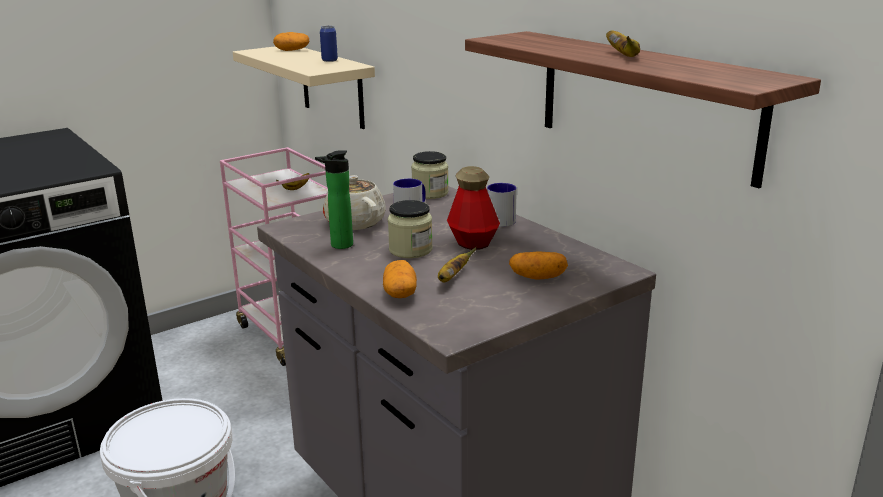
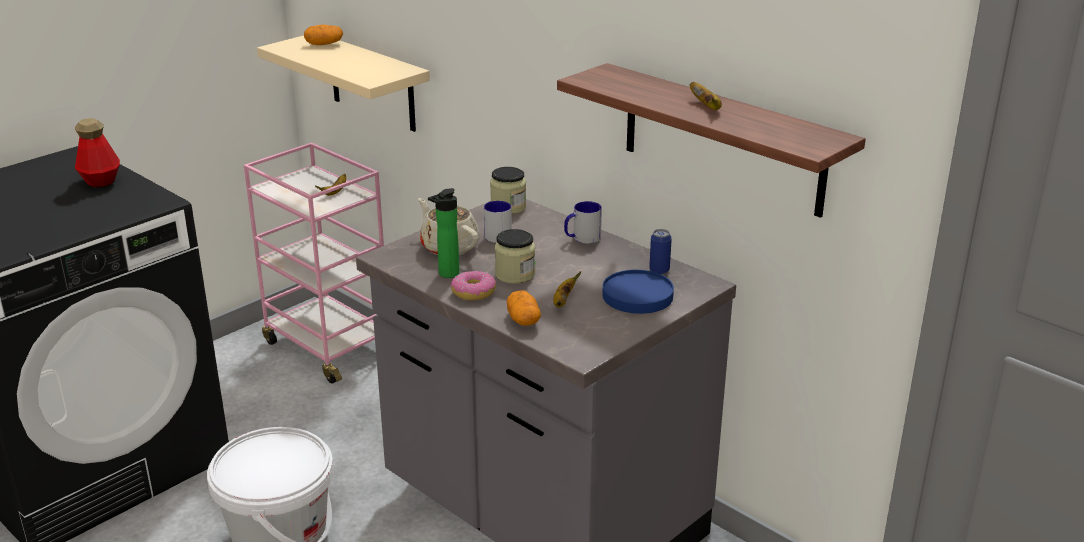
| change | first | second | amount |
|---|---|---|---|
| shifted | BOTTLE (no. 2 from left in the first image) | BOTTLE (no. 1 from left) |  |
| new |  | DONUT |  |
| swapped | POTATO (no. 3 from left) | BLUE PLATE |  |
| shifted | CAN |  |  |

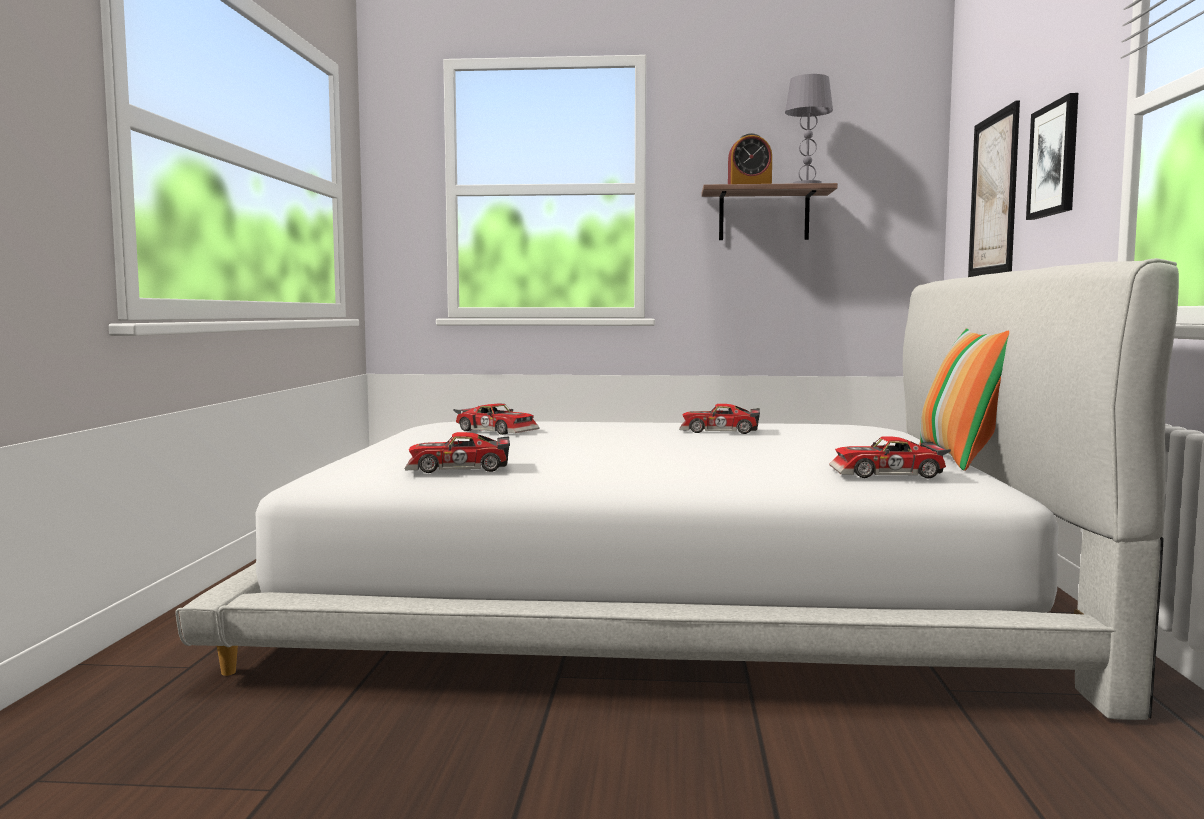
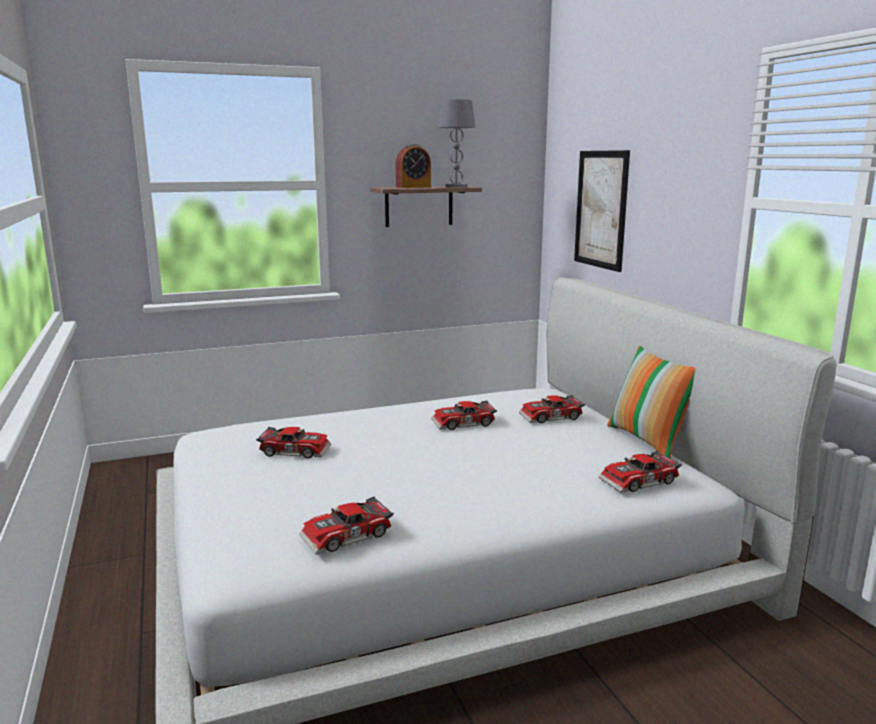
| change | first | second | amount |
|---|---|---|---|
| new |  | TOY CAR (no. 4 from left) |  |
| gone | PICTURE (no. 2 from left) |  |  |

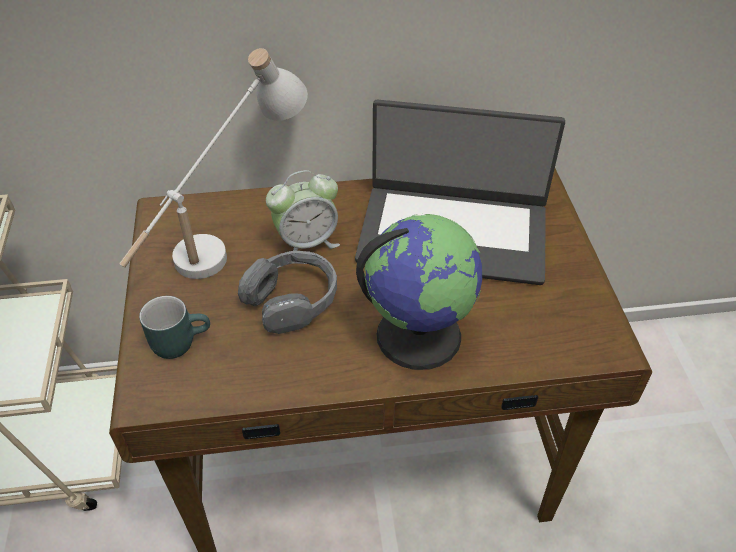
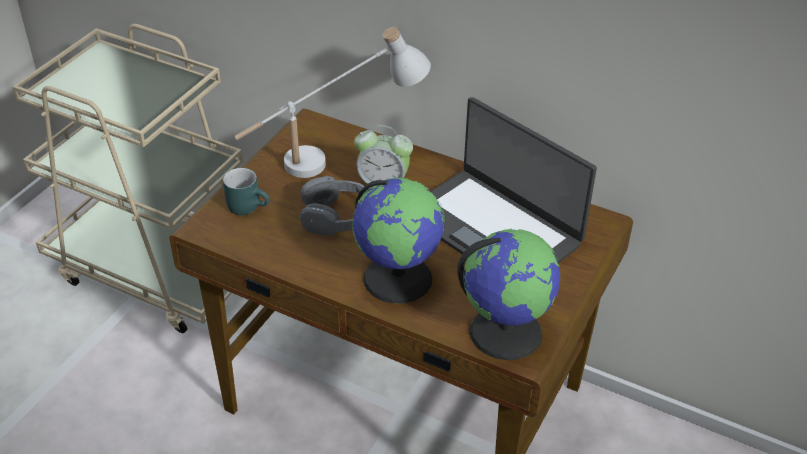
| change | first | second | amount |
|---|---|---|---|
| new |  | GLOBE (no. 2 from left) |  |

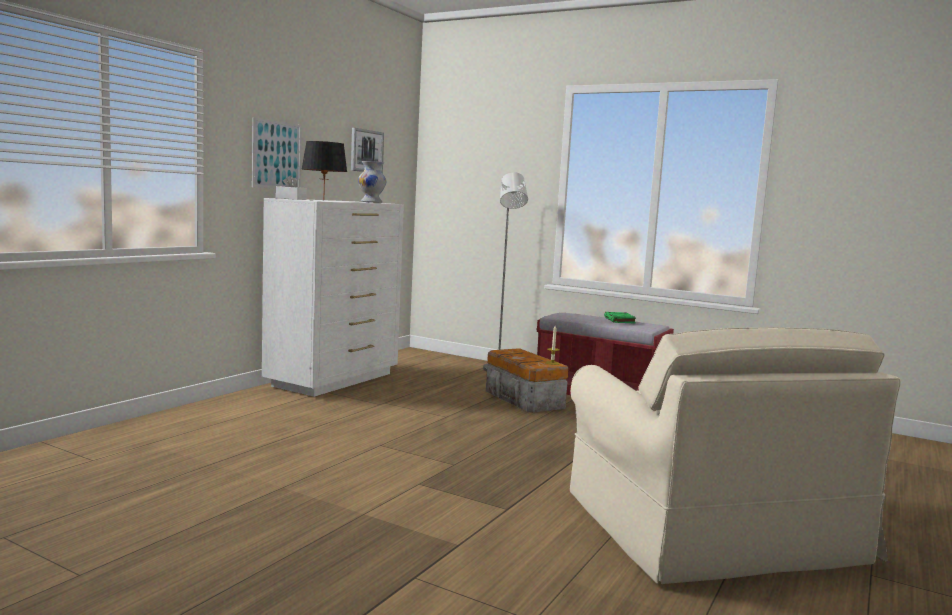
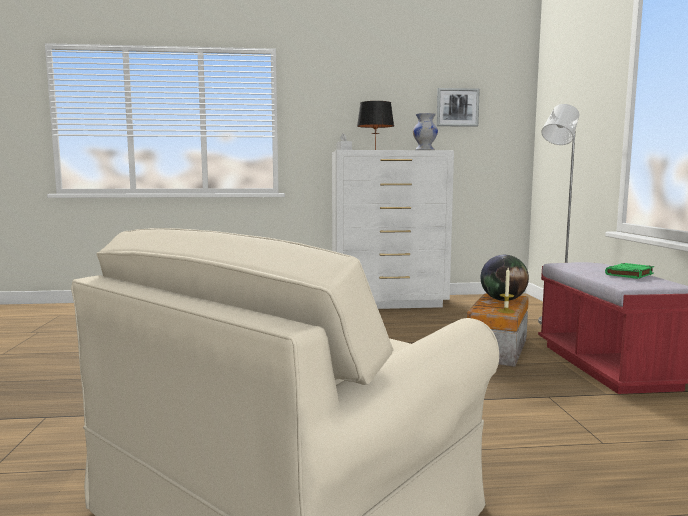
| change | first | second | amount |
|---|---|---|---|
| new |  | GLOBE |  |
| gone | PICTURE (no. 1 from left) |  |  |

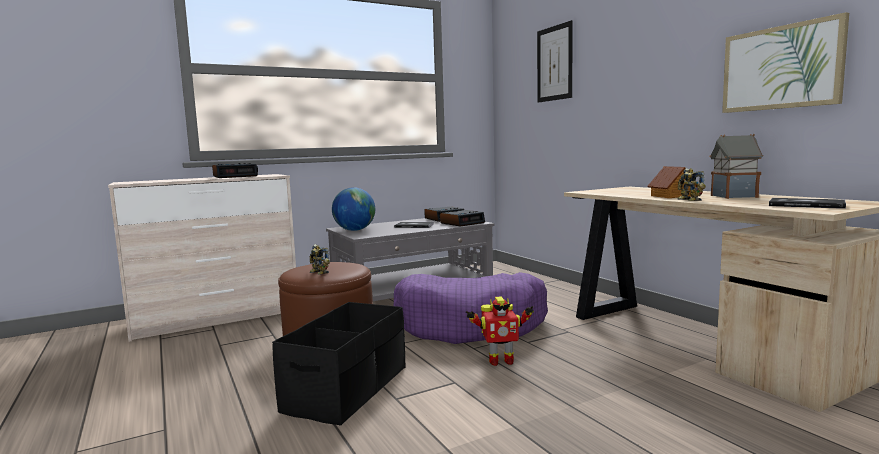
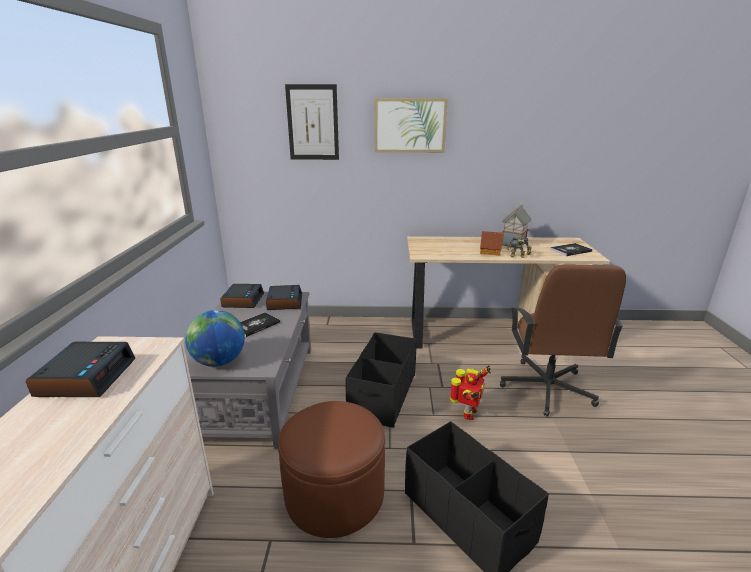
| change | first | second | amount |
|---|---|---|---|
| swapped | PURPLE DOG BED | BLACK STORAGE BOX (no. 1 from left) |  |
| shifted | PICTURE (no. 2 from left) |  |  |
| new |  | BROWN OFFICE CHAIR |  |
| gone | TOY ROBOT (no. 1 from left) |  |  |

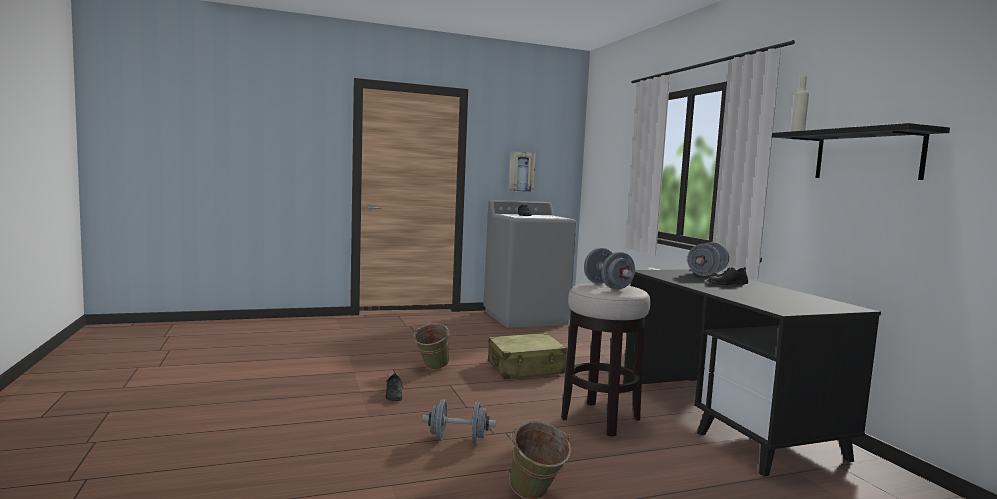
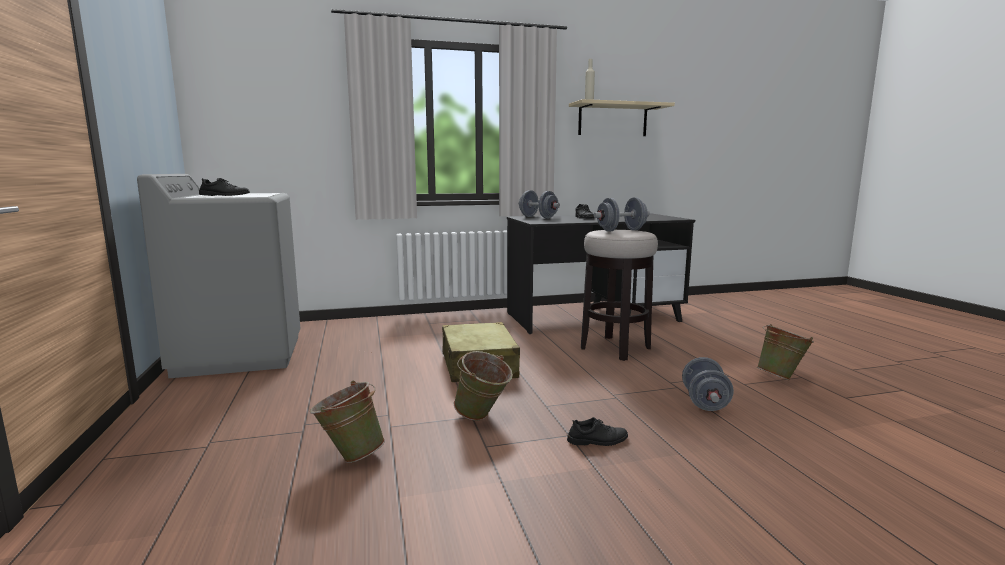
| change | first | second | amount |
|---|---|---|---|
| new |  | GREEN BUCKET (no. 1 from left) |  |
| repainted | BLACK SHELF | BEIGE SHELF |  |
| gone | PICTURE |  |  |

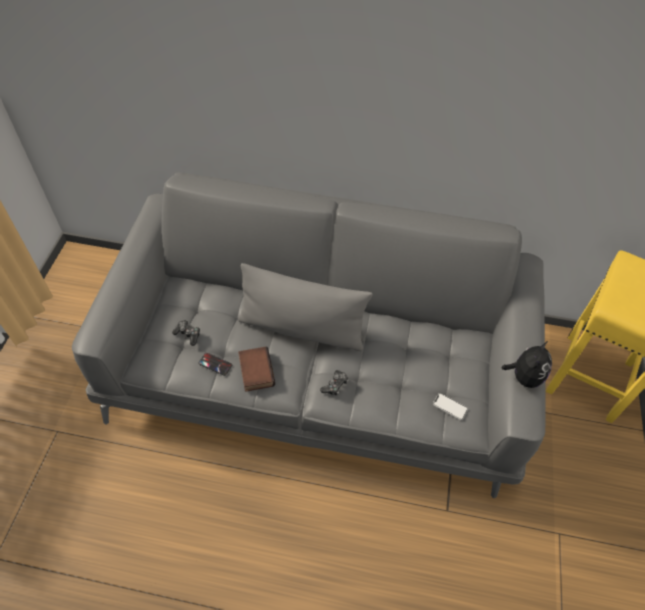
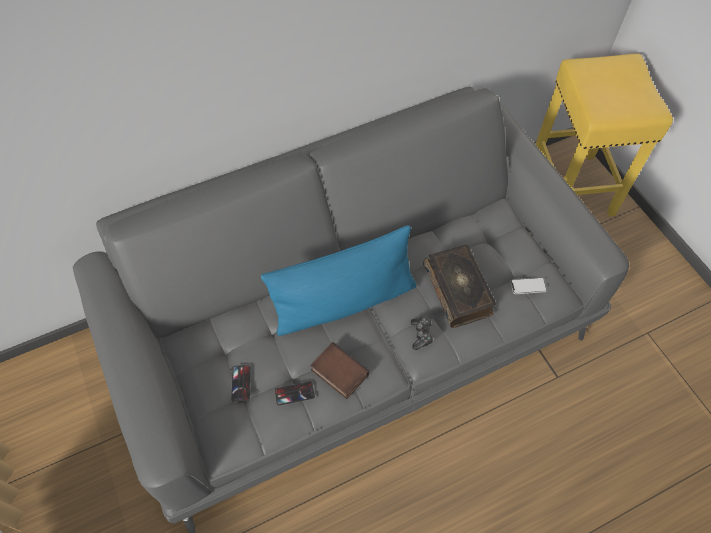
| change | first | second | amount |
|---|---|---|---|
| swapped | GAME CONTROLLER (no. 1 from left) | PHONE (no. 1 from left) |  |
| repainted | GREY PILLOW | BLUE PILLOW |  |
| new |  | BOOK (no. 2 from left) |  |
| gone | PLUSH TOY |  |  |

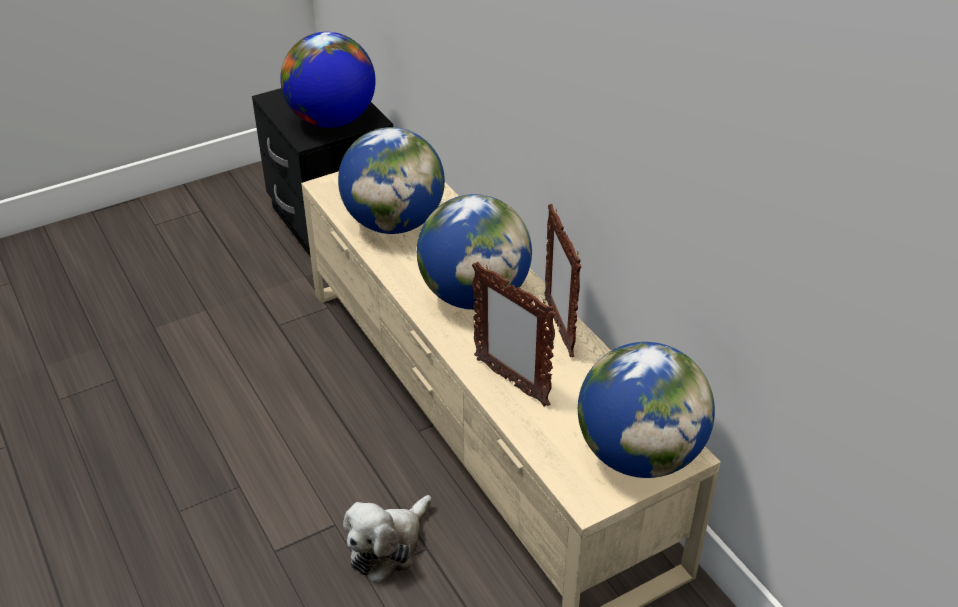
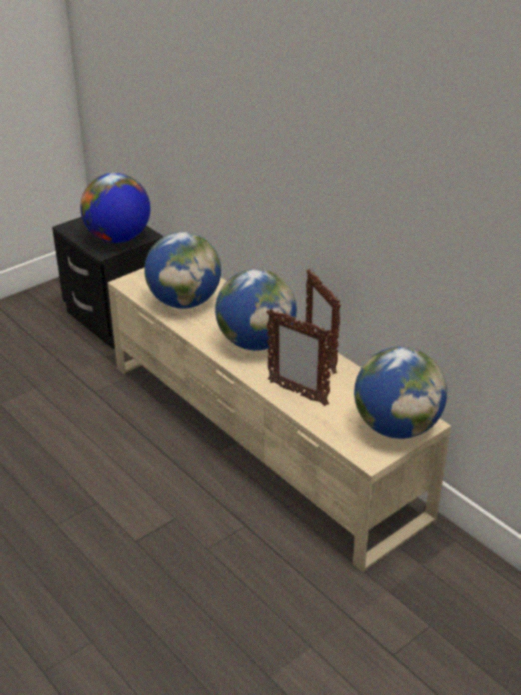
| change | first | second | amount |
|---|---|---|---|
| gone | PLUSH TOY |  |  |

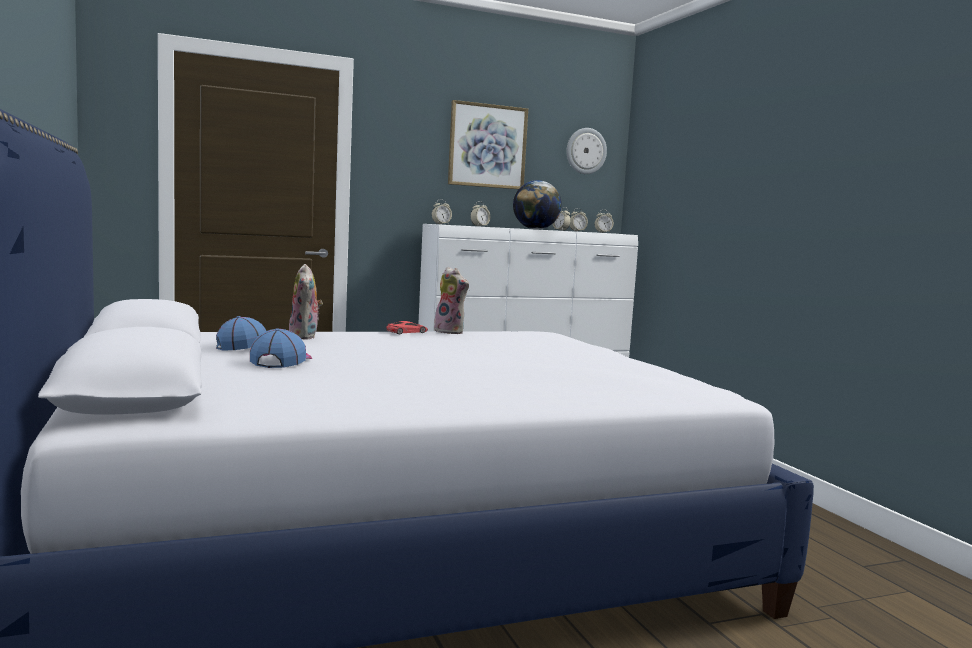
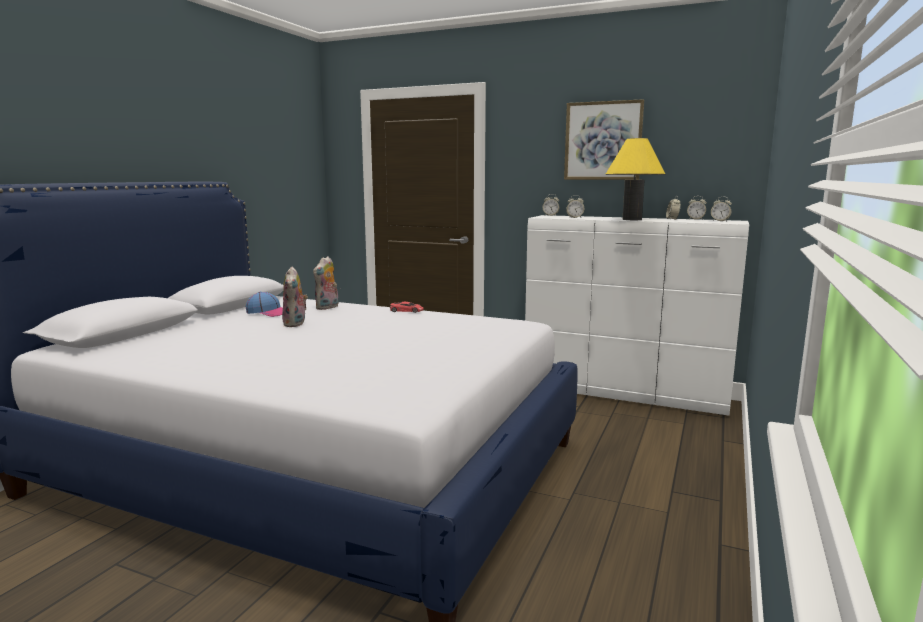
| change | first | second | amount |
|---|---|---|---|
| shifted | PLUSH TOY (no. 2 from left in the first image) | PLUSH TOY (no. 1 from left) |  |
| swapped | GLOBE | YELLOW TABLE LAMP |  |
| gone | CAP (no. 2 from left) |  |  |
| gone | WALL CLOCK |  |  |

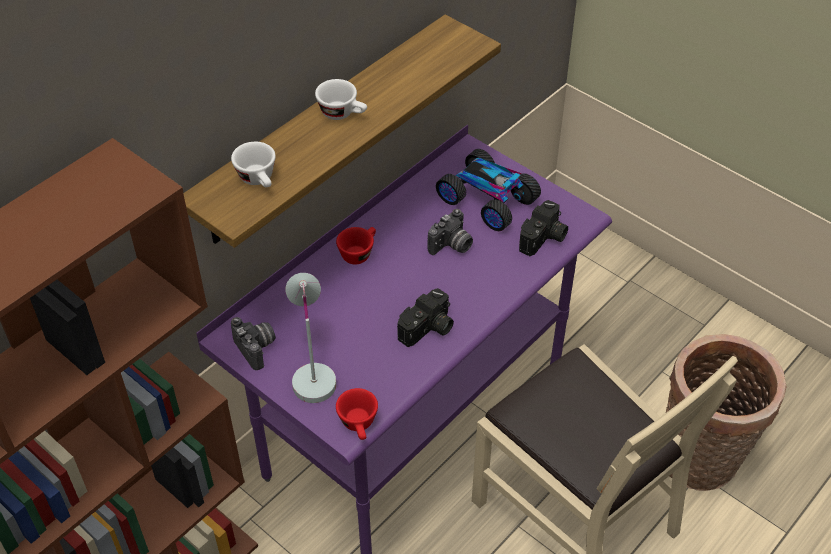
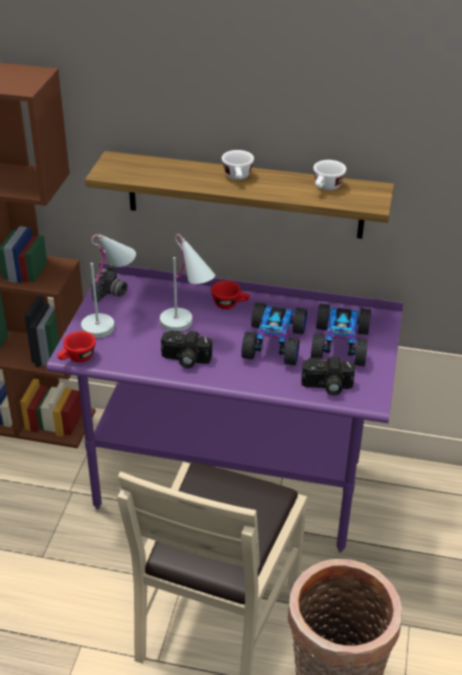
| change | first | second | amount |
|---|---|---|---|
| new |  | WHITE TABLE LAMP (no. 2 from left) |  |
| swapped | PHOTO CAMERA (no. 3 from left) | TOY CAR (no. 1 from left) |  |
| shifted | WHITE CUP (no. 1 from left in the first image) | WHITE CUP (no. 2 from left) |  |

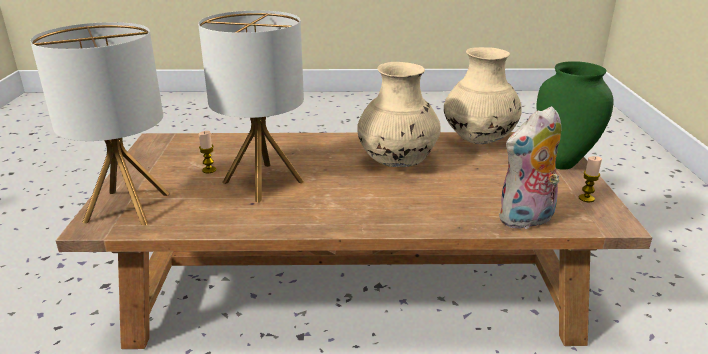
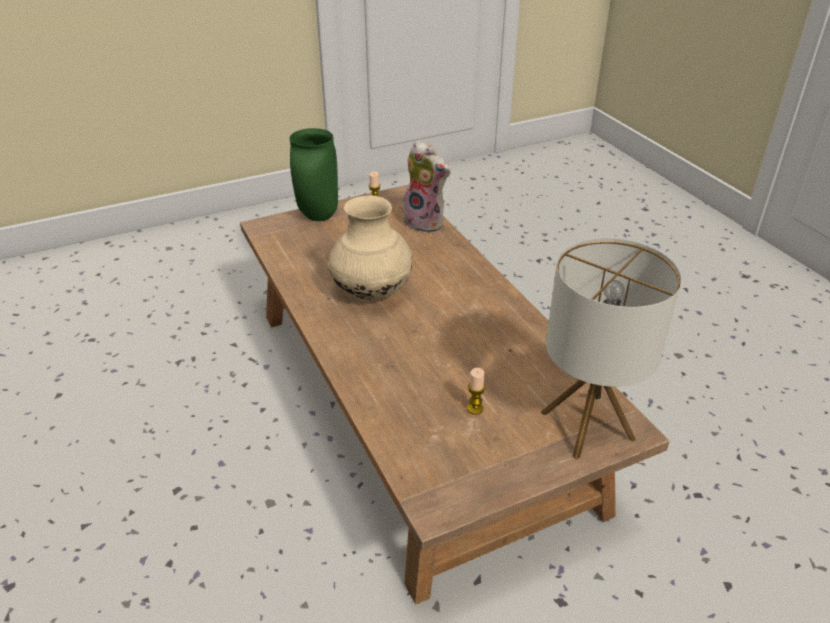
| change | first | second | amount |
|---|---|---|---|
| gone | TABLE LAMP (no. 2 from left) |  |  |
| gone | BEIGE VASE (no. 2 from left) |  |  |

